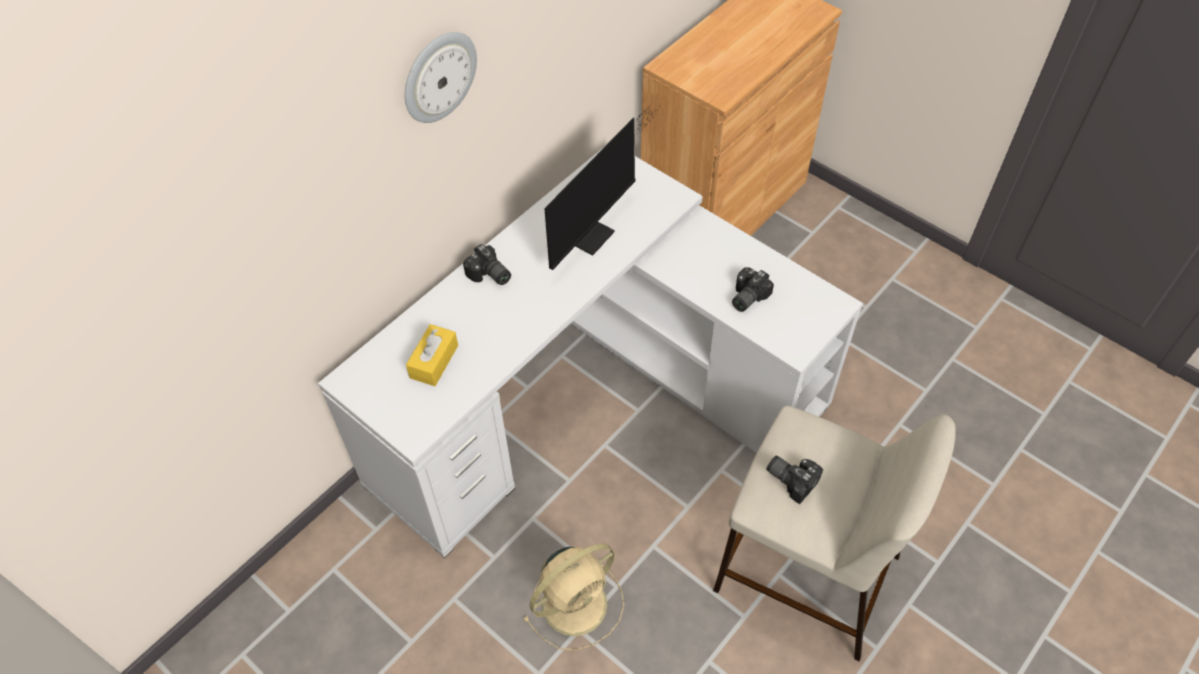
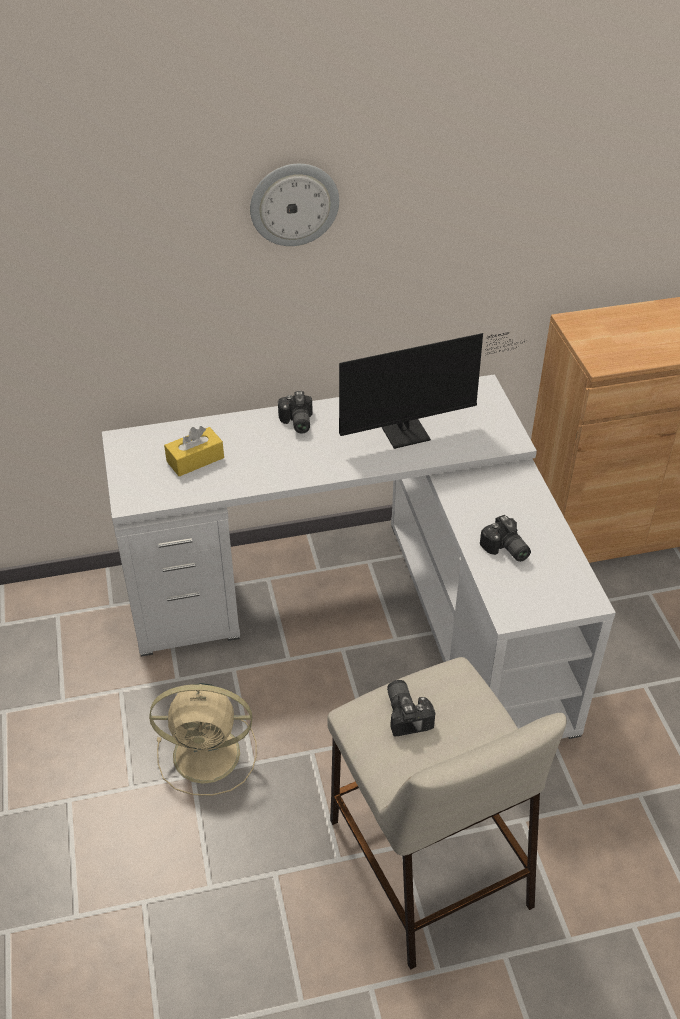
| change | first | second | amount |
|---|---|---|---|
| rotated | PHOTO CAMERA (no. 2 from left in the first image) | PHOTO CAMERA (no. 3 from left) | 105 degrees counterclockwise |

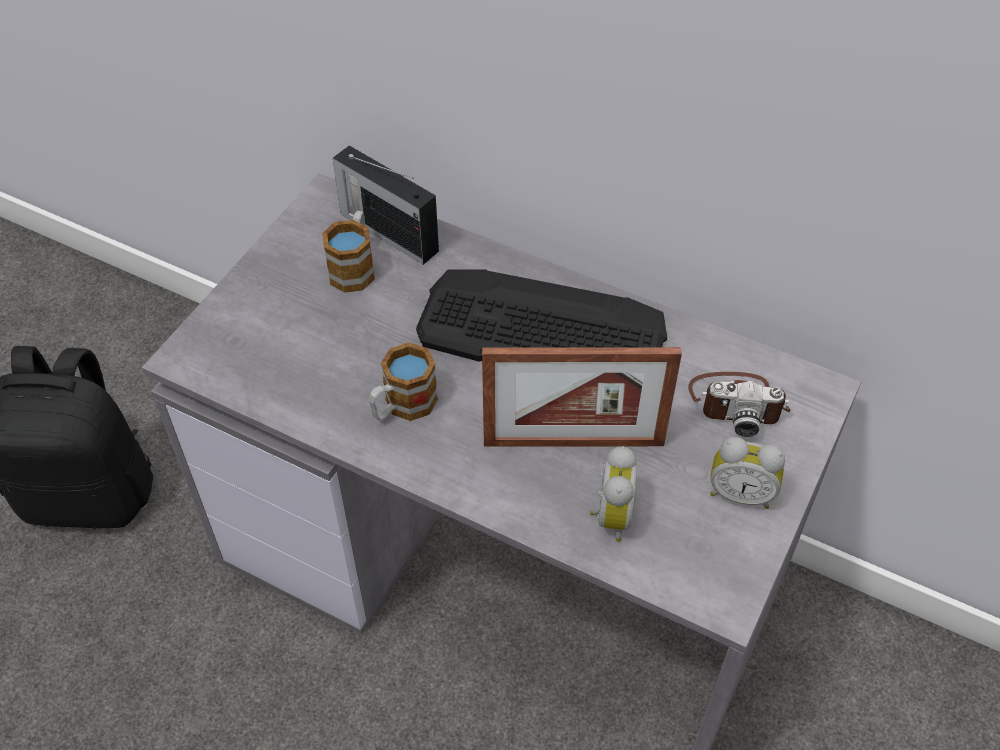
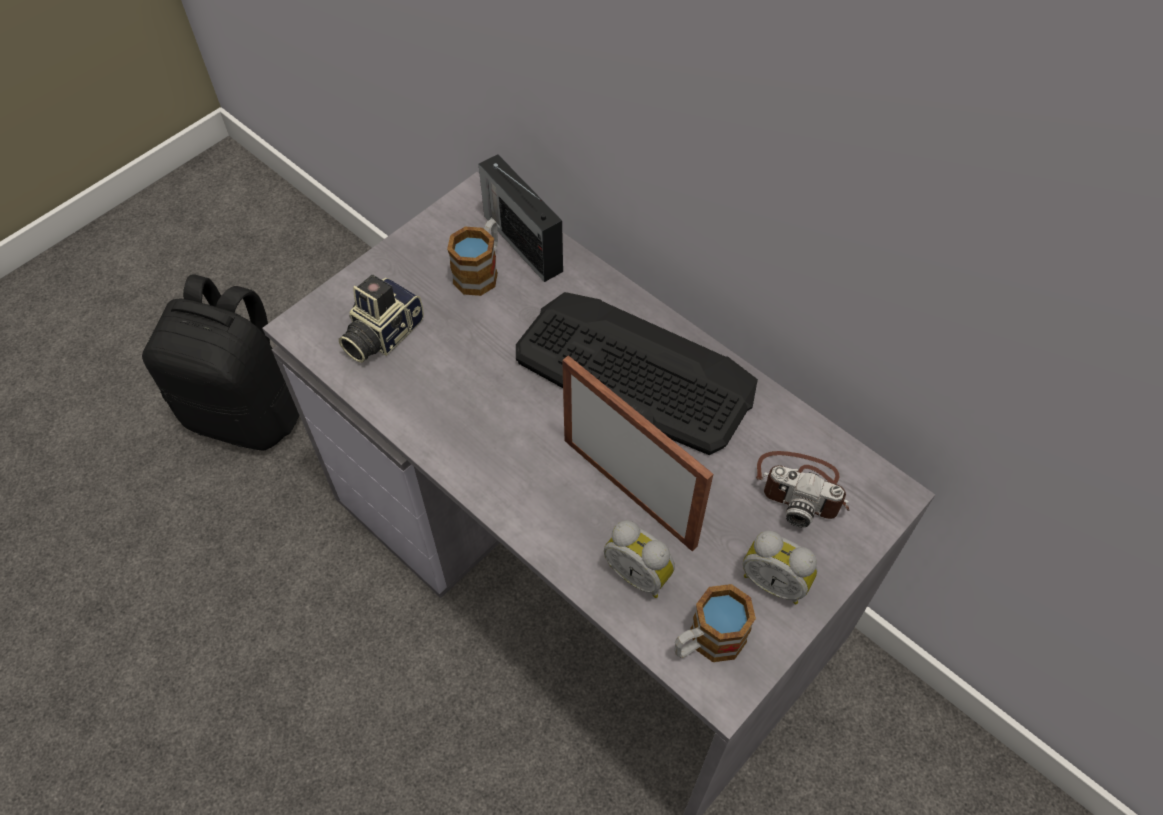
| change | first | second | amount |
|---|---|---|---|
| new |  | PHOTO CAMERA (no. 1 from left) |  |
| rotated | PICTURE FRAME |  | 150 degrees counterclockwise |
| rotated | ALARM CLOCK (no. 1 from left) |  | 105 degrees clockwise |
| shifted | MUG (no. 2 from left) |  |  |

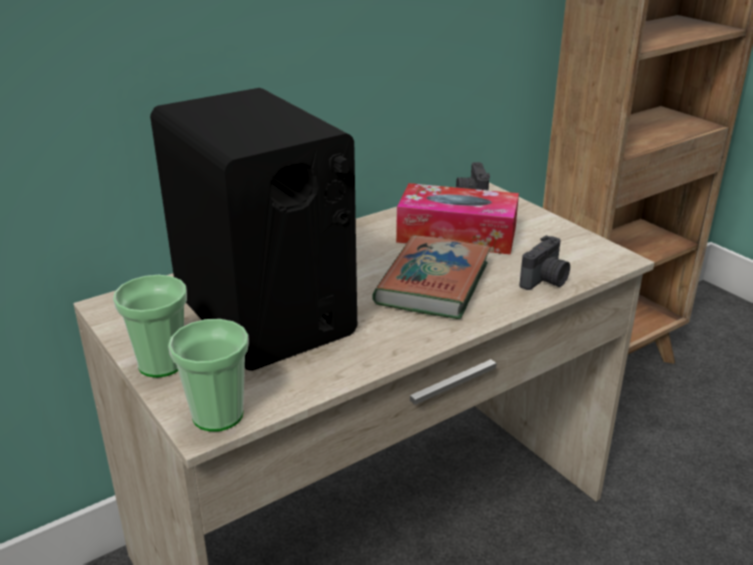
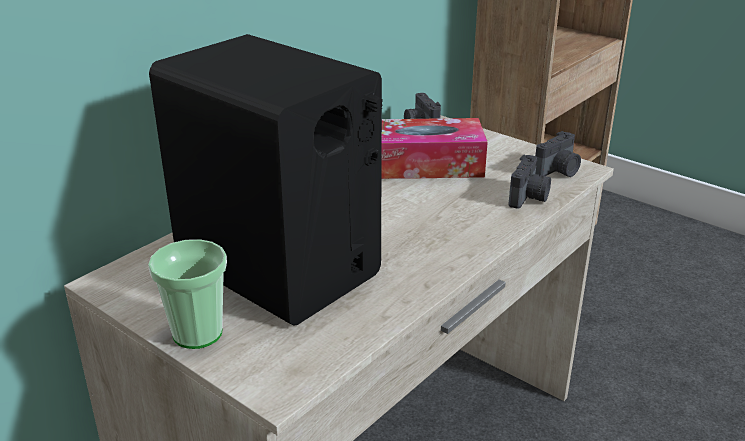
| change | first | second | amount |
|---|---|---|---|
| new |  | PHOTO CAMERA (no. 3 from left) |  |
| gone | CUP (no. 2 from left) |  |  |
| gone | BOOK |  |  |

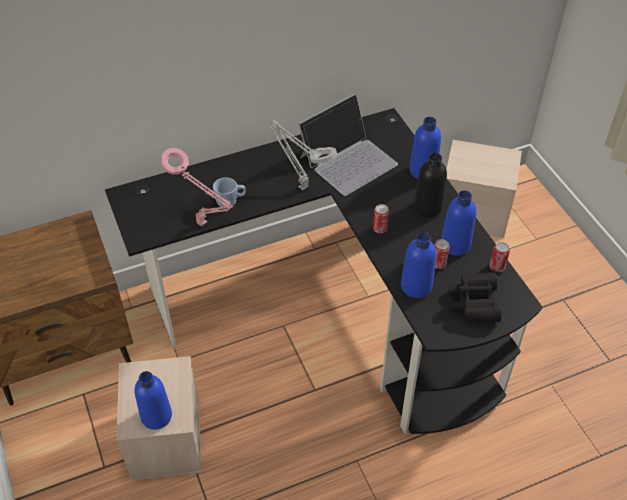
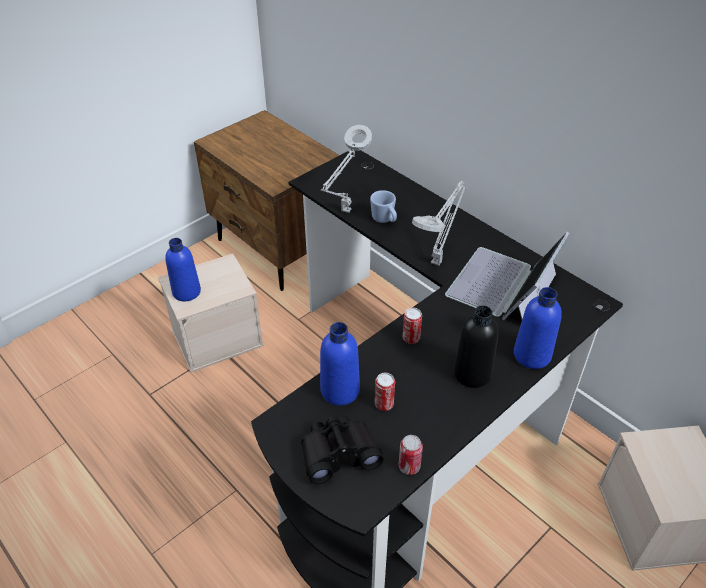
| change | first | second | amount |
|---|---|---|---|
| repainted | PINK TABLE LAMP | GREY TABLE LAMP (no. 1 from left) |  |
| rotated | LAPTOP |  | 90 degrees clockwise |
| gone | BLUE BOTTLE (no. 4 from left) |  |  |

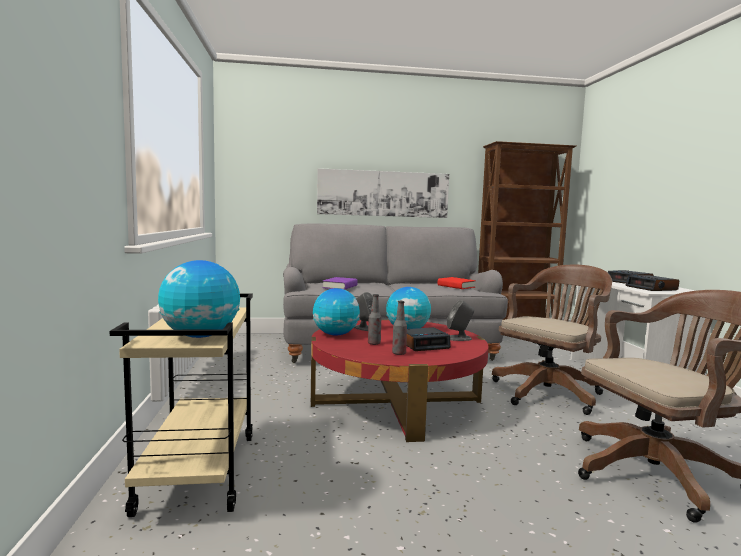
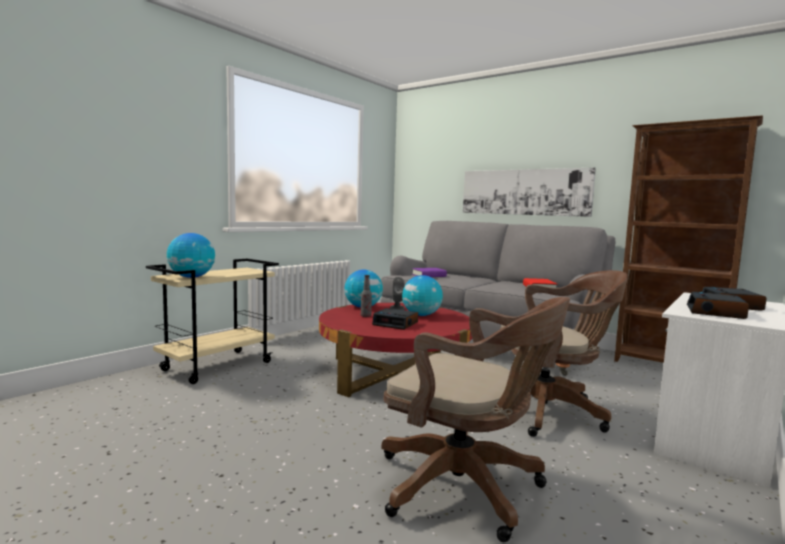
| change | first | second | amount |
|---|---|---|---|
| gone | BOTTLE (no. 2 from left) |  |  |
| gone | GREY SPEAKER (no. 2 from left) |  |  |

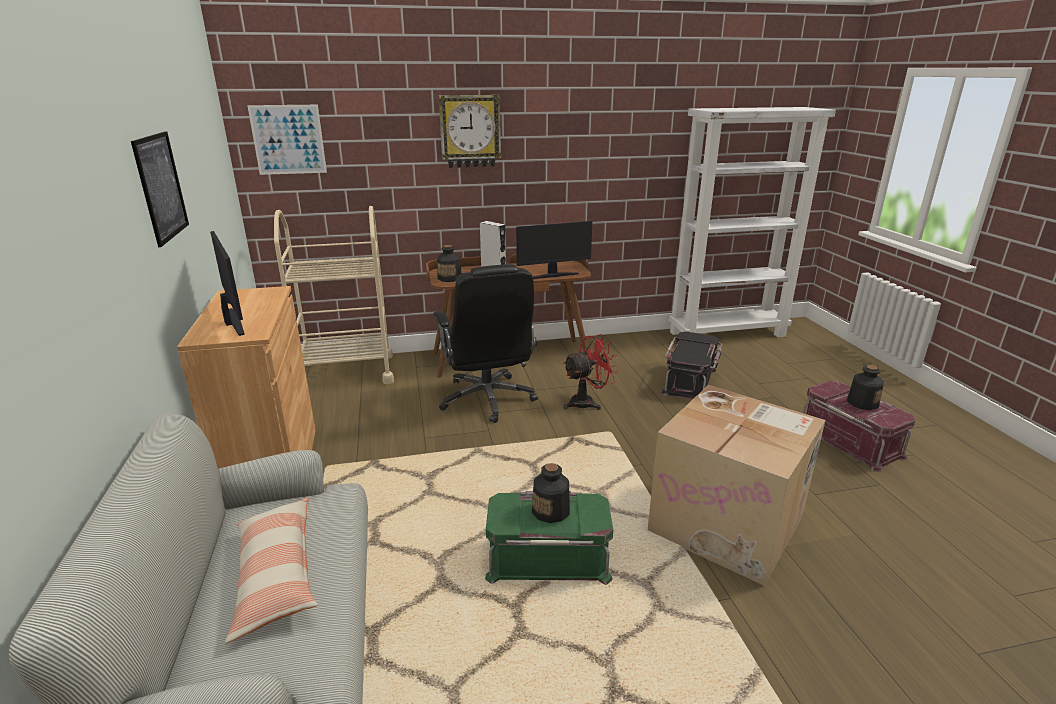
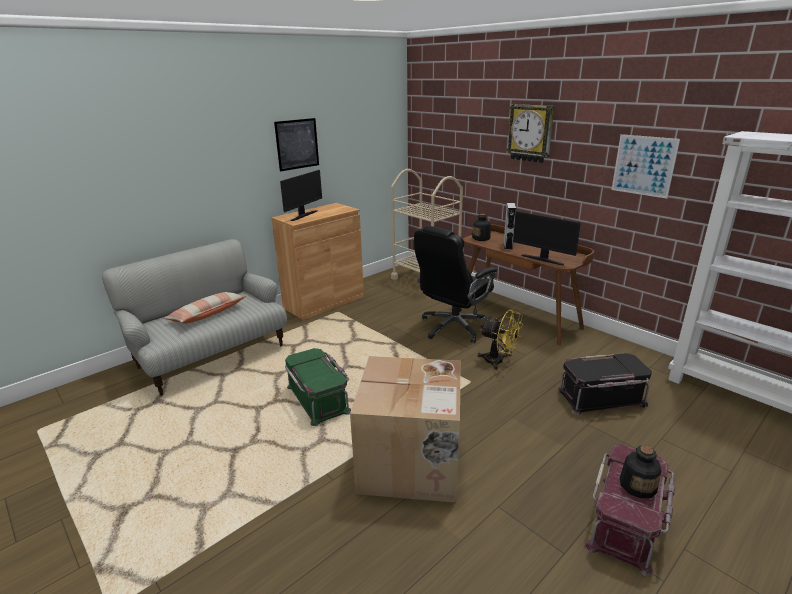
| change | first | second | amount |
|---|---|---|---|
| repainted | RED FAN | YELLOW FAN |  |
| shifted | PICTURE (no. 2 from left) |  |  |
| gone | BOTTLE (no. 2 from left) |  |  |

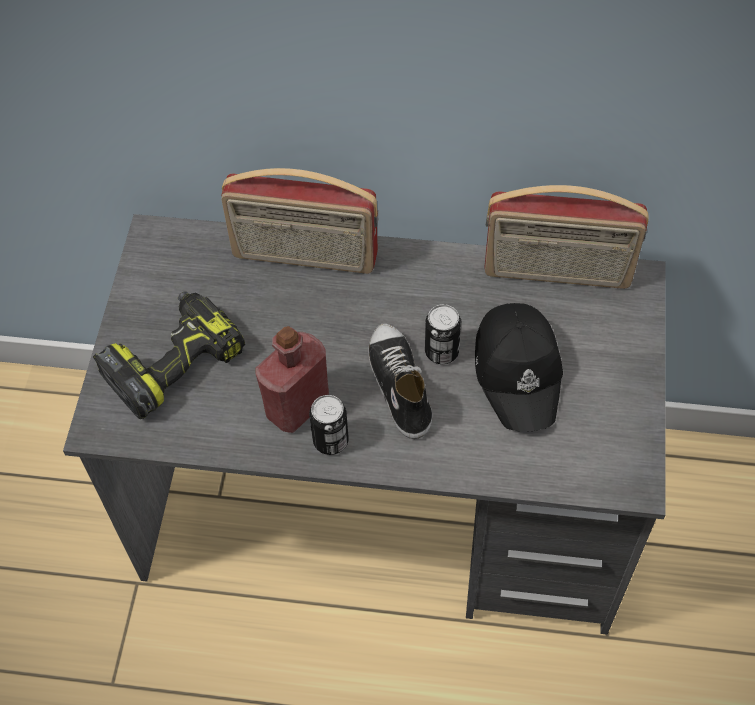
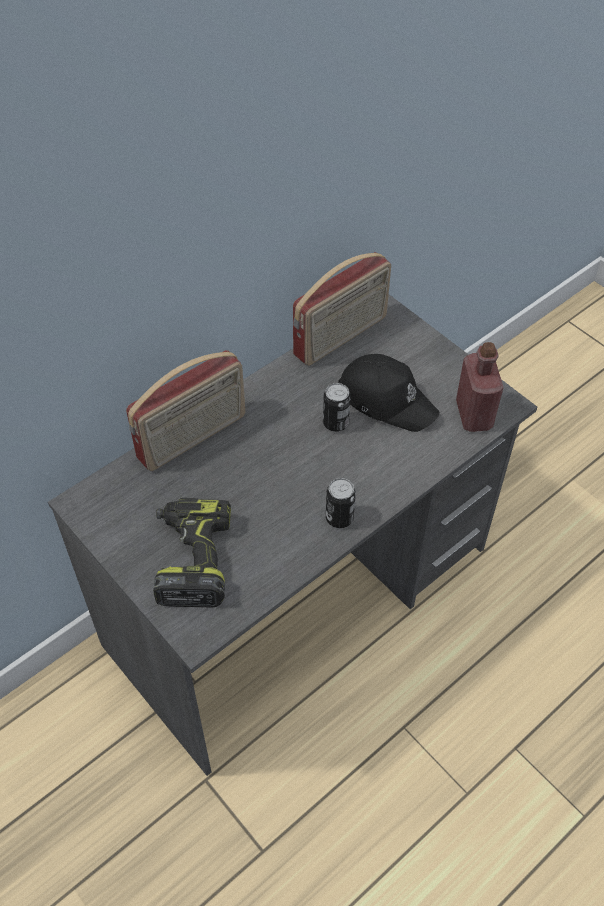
| change | first | second | amount |
|---|---|---|---|
| shifted | RED BOTTLE |  |  |
| gone | SHOE |  |  |

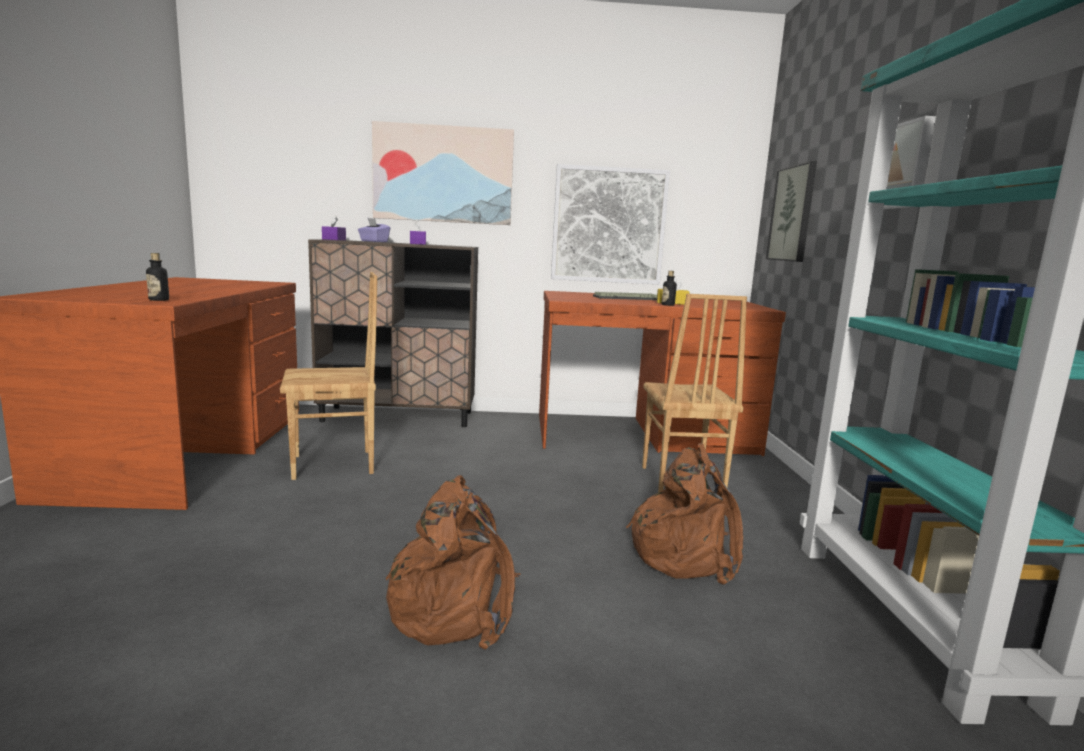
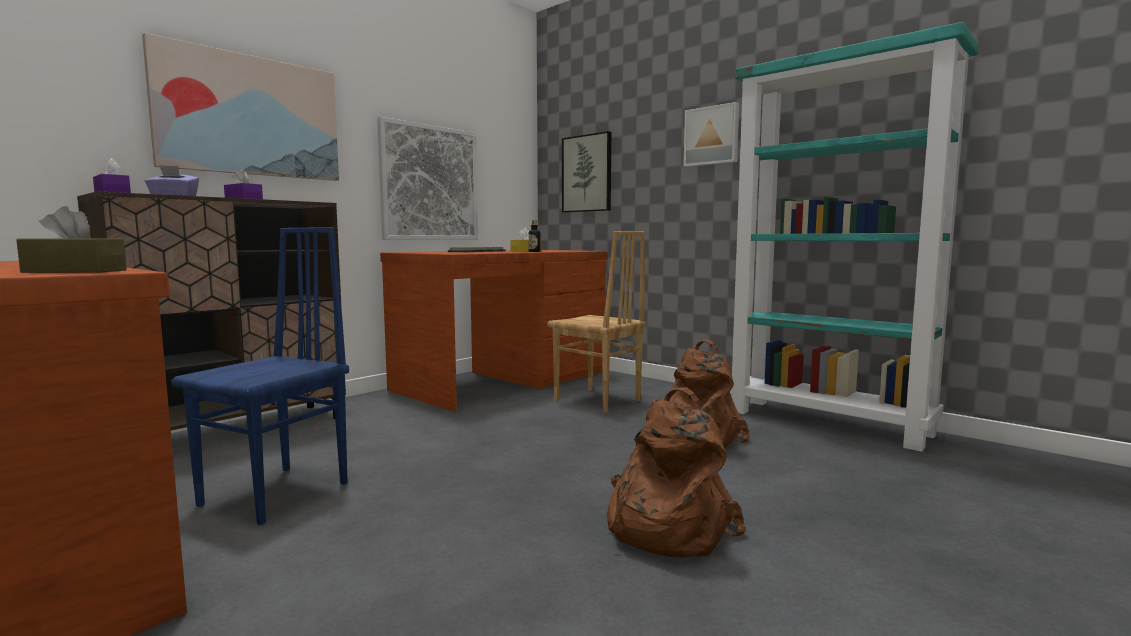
| change | first | second | amount |
|---|---|---|---|
| swapped | BOTTLE (no. 1 from left) | BROWN TISSUE BOX |  |
| repainted | BROWN CHAIR (no. 1 from left) | BLUE CHAIR |  |

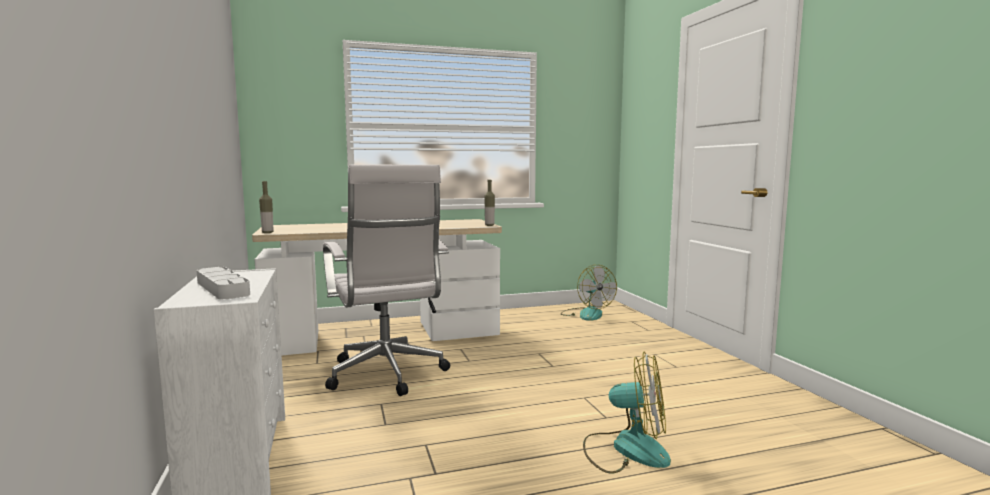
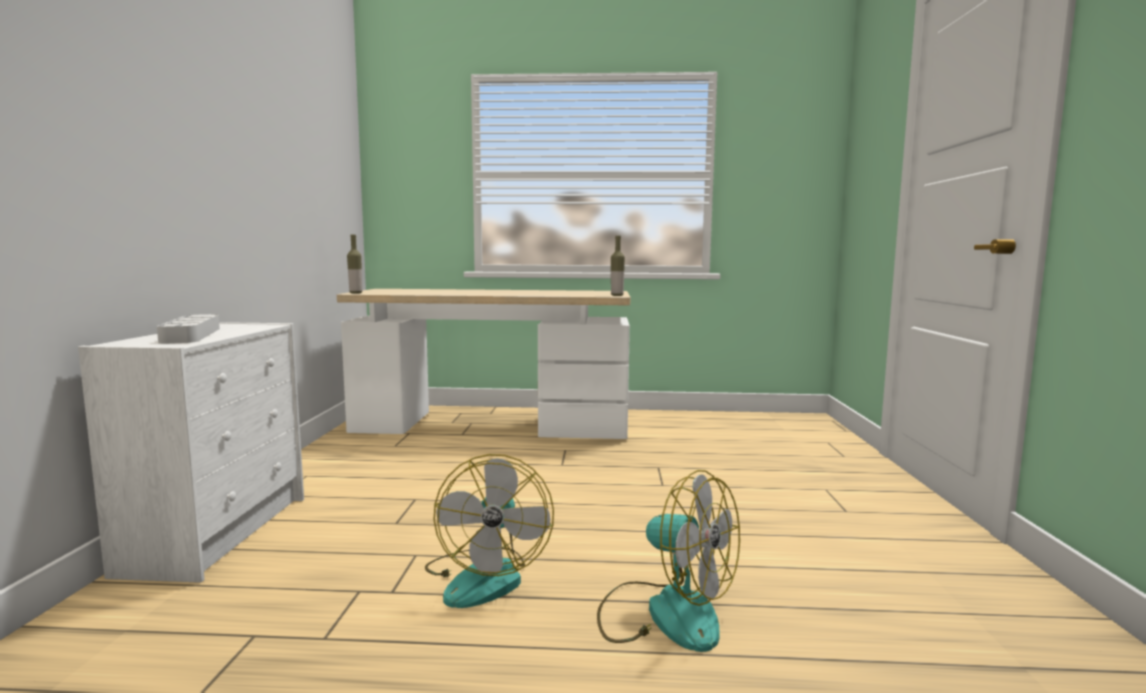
| change | first | second | amount |
|---|---|---|---|
| shifted | FAN (no. 1 from left) |  |  |
| gone | WHITE OFFICE CHAIR |  |  |

